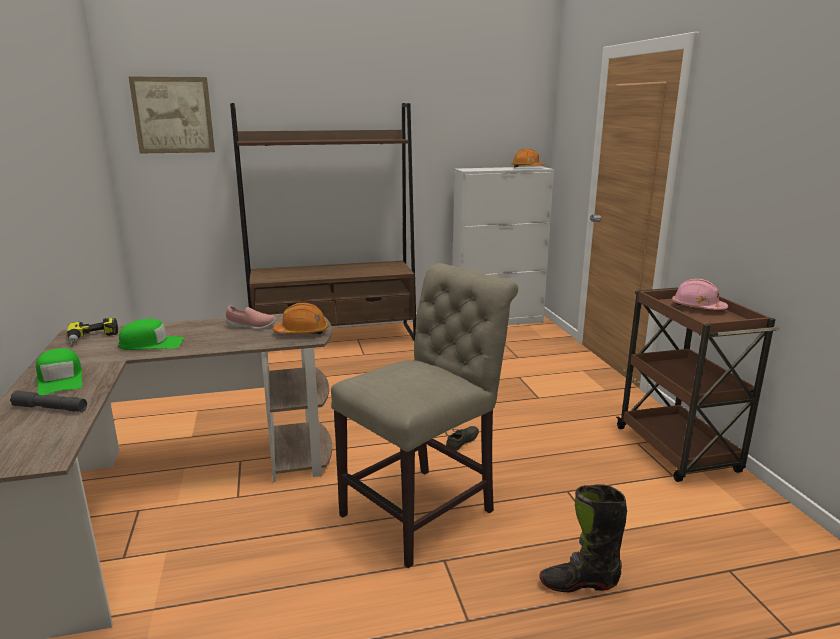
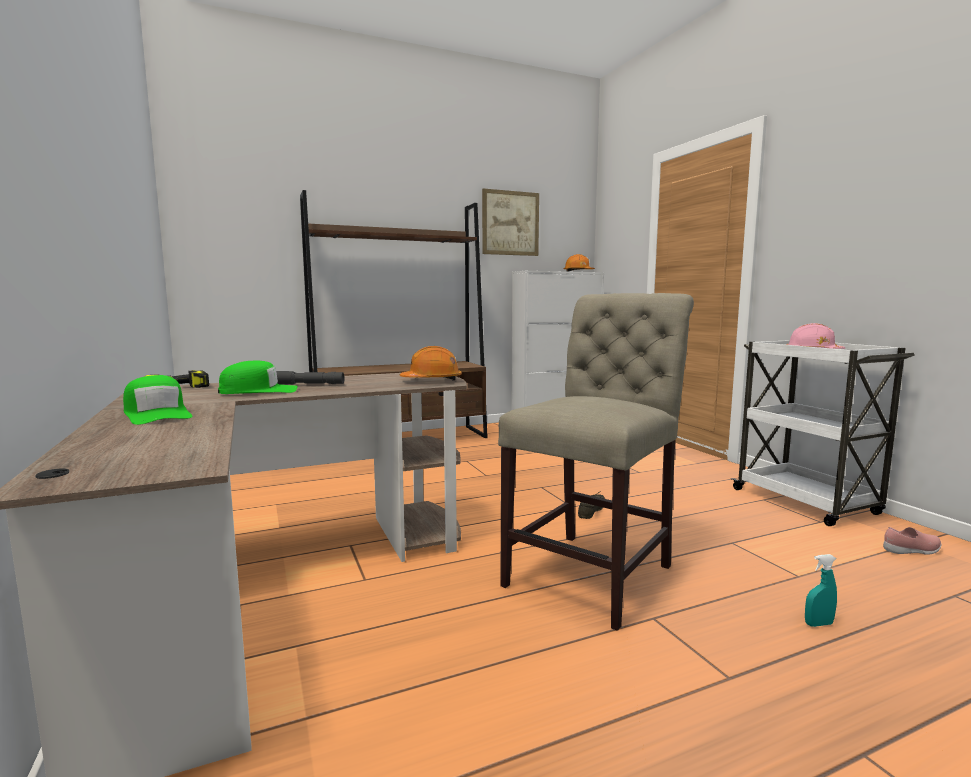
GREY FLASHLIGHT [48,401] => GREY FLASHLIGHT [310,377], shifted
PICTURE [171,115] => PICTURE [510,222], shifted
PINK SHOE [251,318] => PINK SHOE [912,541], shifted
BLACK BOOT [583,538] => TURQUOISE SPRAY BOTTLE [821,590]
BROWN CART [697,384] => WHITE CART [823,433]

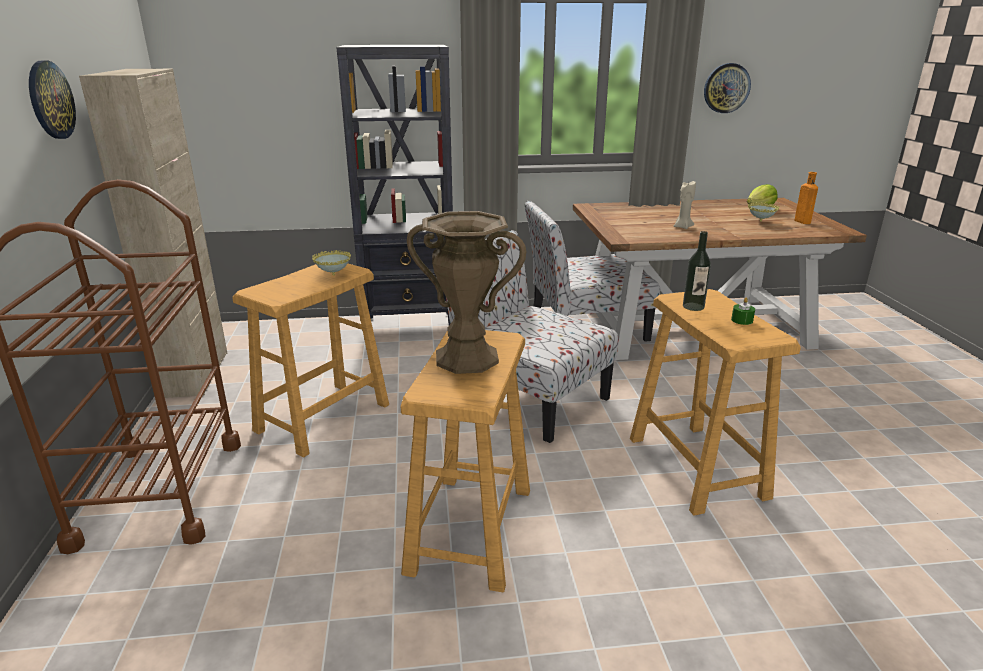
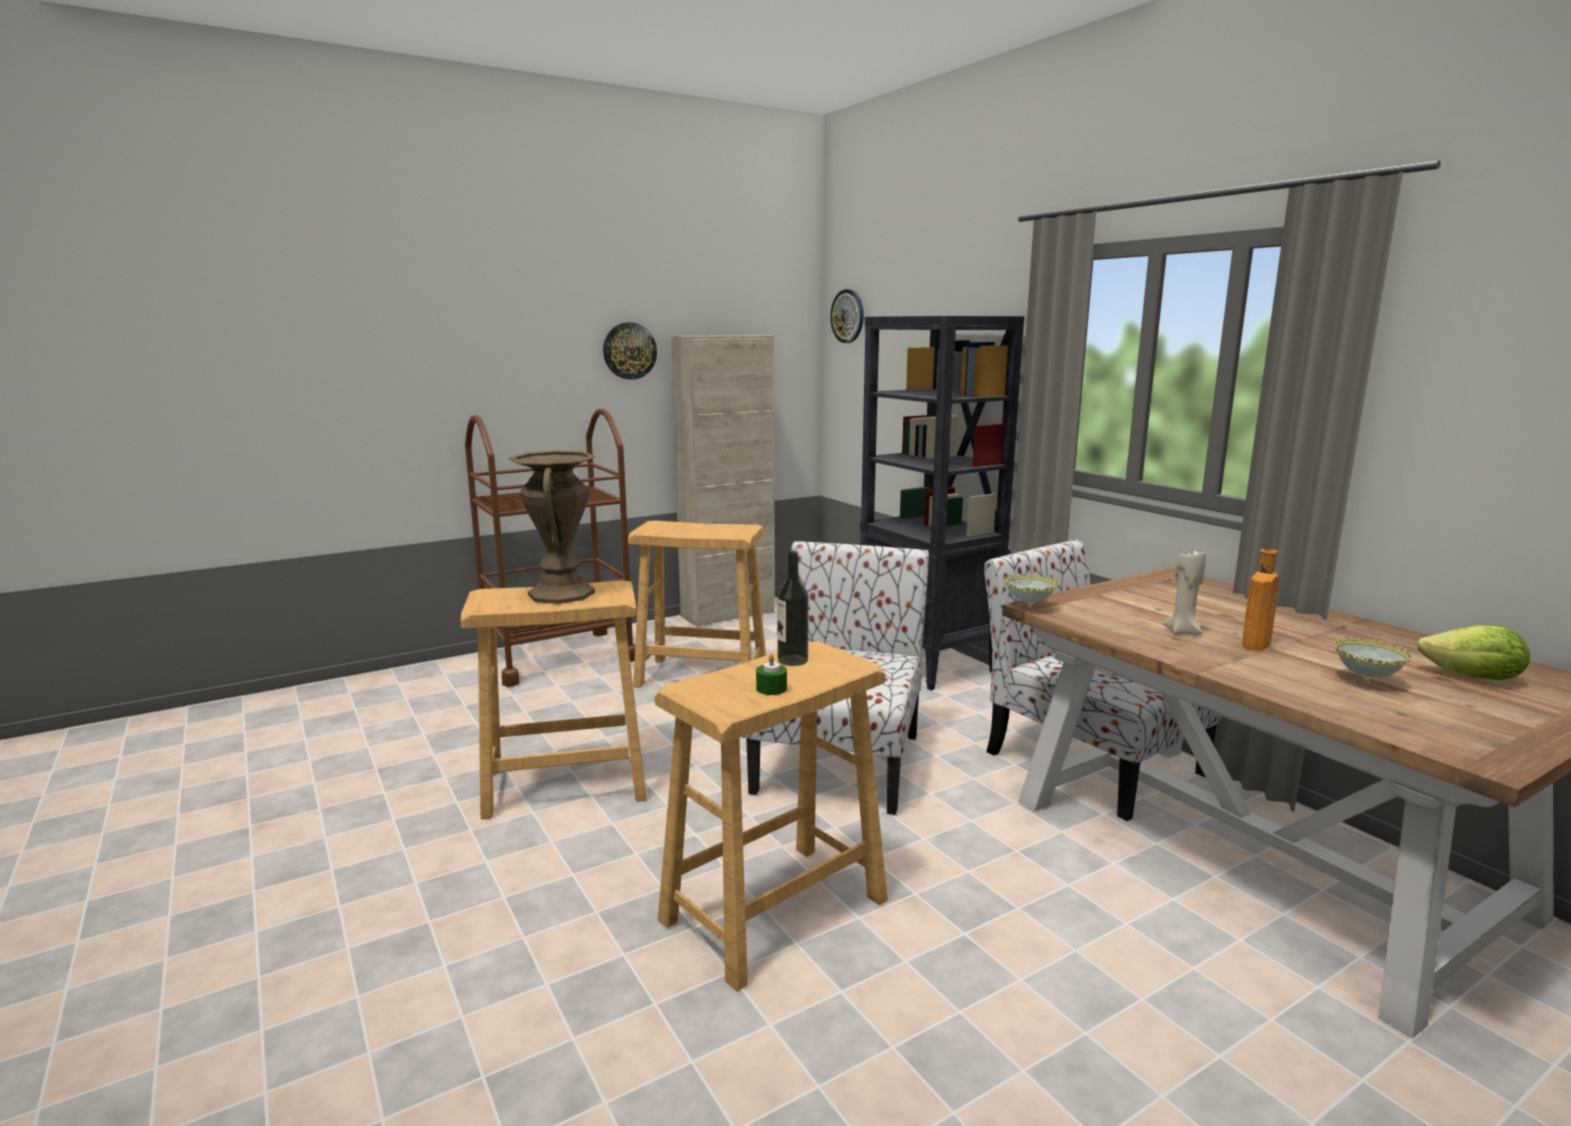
BOWL [331,263] => BOWL [1031,590], shifted
WALL CLOCK [727,88] => WALL CLOCK [847,316], shifted
ORANGE BOTTLE [806,198] => ORANGE BOTTLE [1260,599], shifted

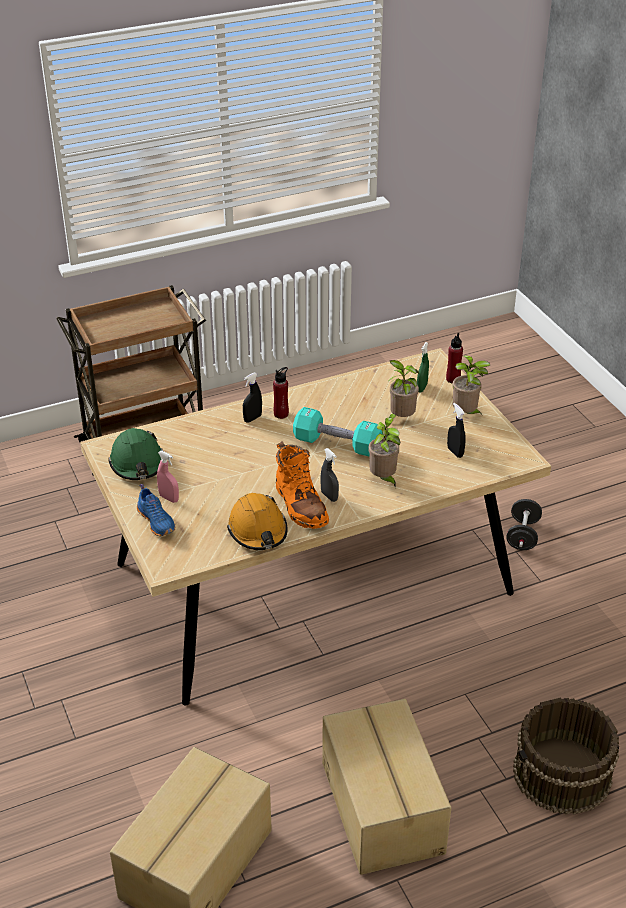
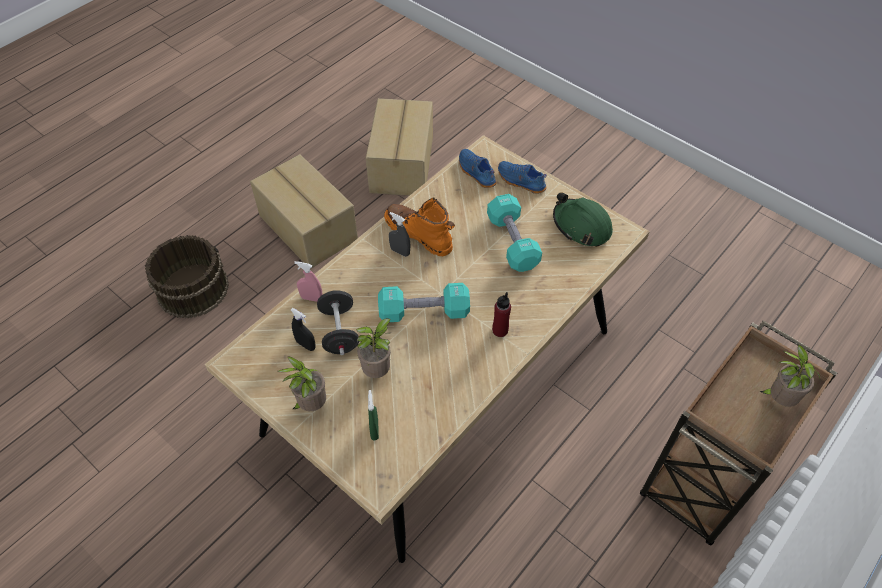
ORANGE HARD HAT [257,521] => nothing
BLACK SPRAY BOTTLE [252,397] => nothing
RED BOTTLE [454,358] => nothing
nothing => BLUE SHOE [477,168]
nothing => TURQUOISE DUMBBELL [514,233]
PINK SPRAY BOTTLE [168,477] => PINK SPRAY BOTTLE [308,281], shifted
POTTED PLANT [384,453] => POTTED PLANT [790,375], shifted
BLACK DUMBBELL [524,524] => BLACK DUMBBELL [338,322], shifted

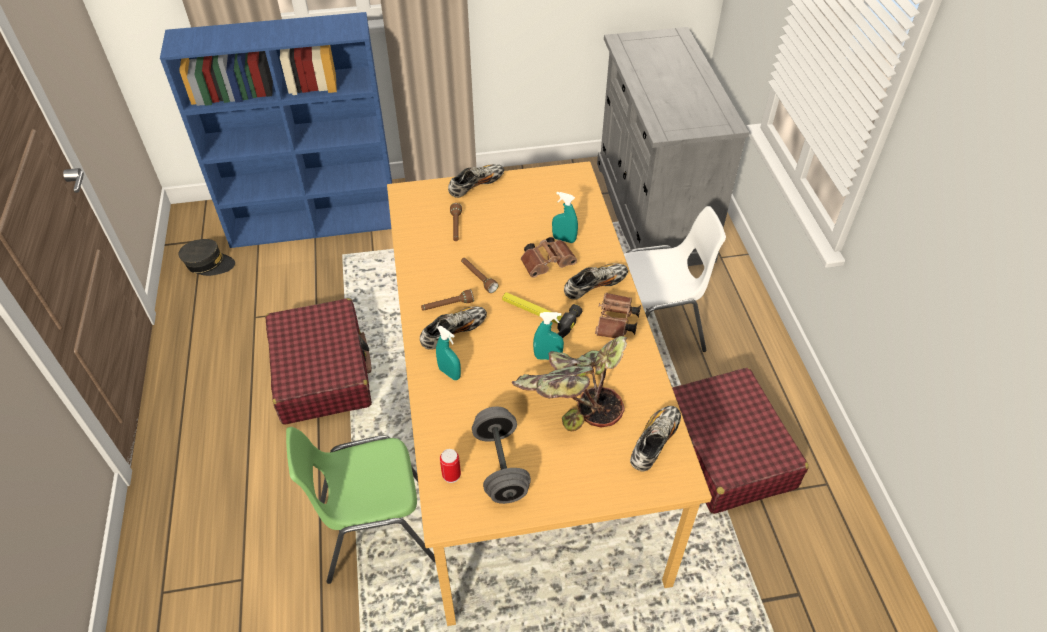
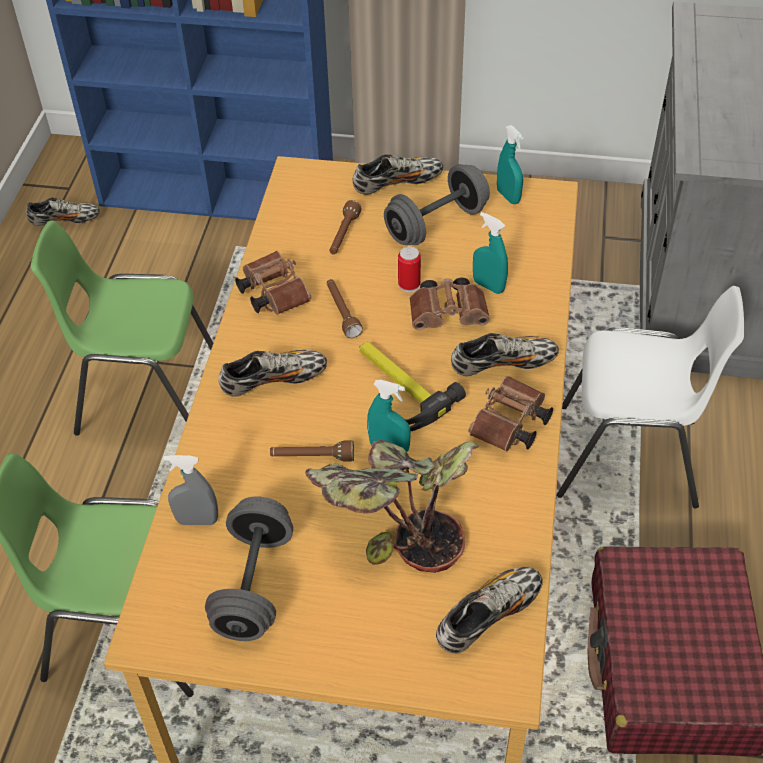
nothing => GREY SPRAY BOTTLE [190,490]
nothing => BROWN BINOCULARS [273,283]
nothing => GREY DUMBBELL [437,204]
BROWN FLASHLIGHT [447,300] => BROWN FLASHLIGHT [312,451], shifted
TURQUOISE SPRAY BOTTLE [448,353] => TURQUOISE SPRAY BOTTLE [510,164], shifted
CAN [450,466] => CAN [409,269], shifted
GREY CAP [207,257] => SHOE [63,212]
RED SUITCASE [318,361] => GREEN CHAIR [122,328]

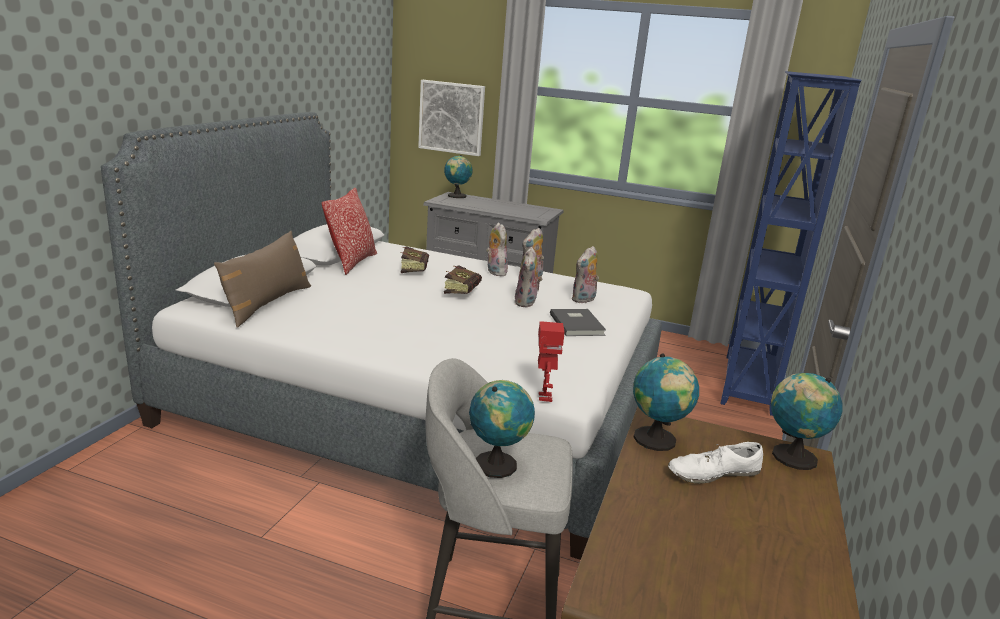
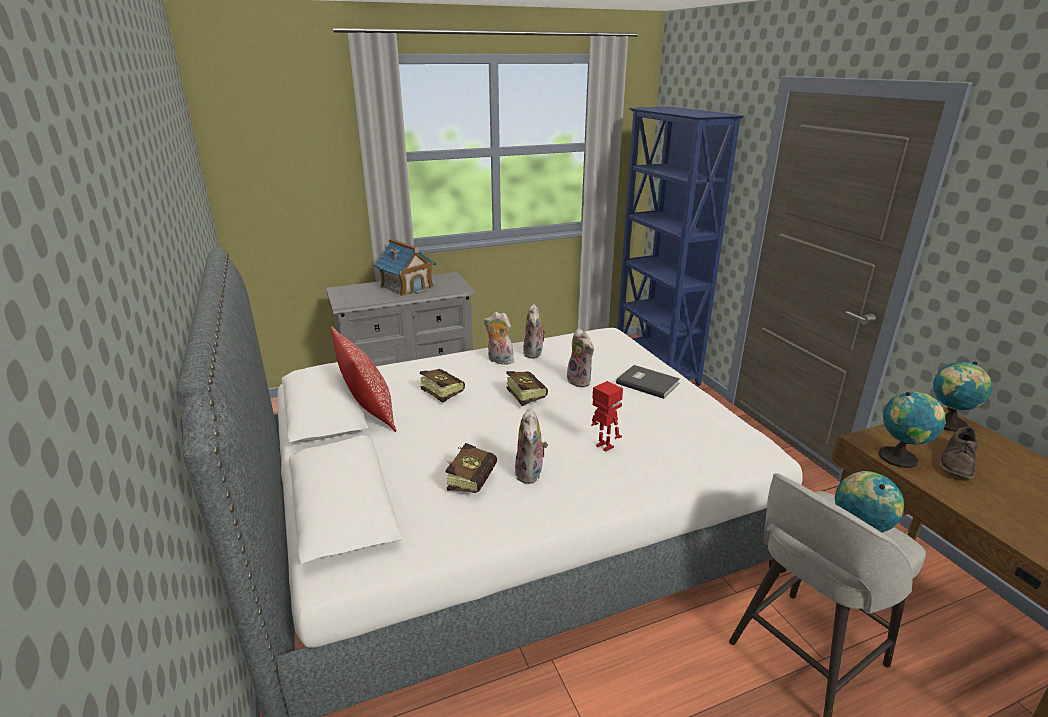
BROWN PILLOW [262,279] => nothing
PICTURE [451,118] => nothing
GLOBE [458,176] => nothing
nothing => TOY HOUSE [404,267]
nothing => BOOK [471,468]
TOY ROBOT [551,361] => TOY ROBOT [607,416], shifted
PLUSH TOY [585,274] => PLUSH TOY [531,446], shifted
WHITE SHOE [715,463] => BROWN SHOE [959,453]

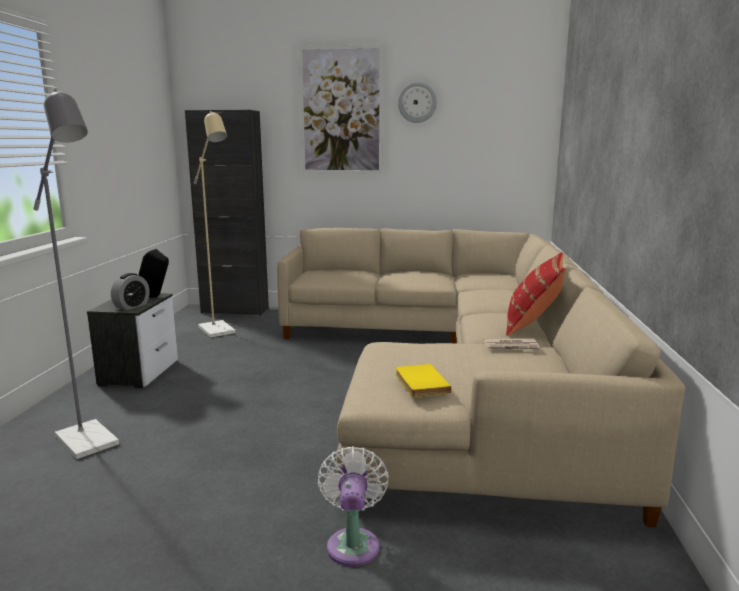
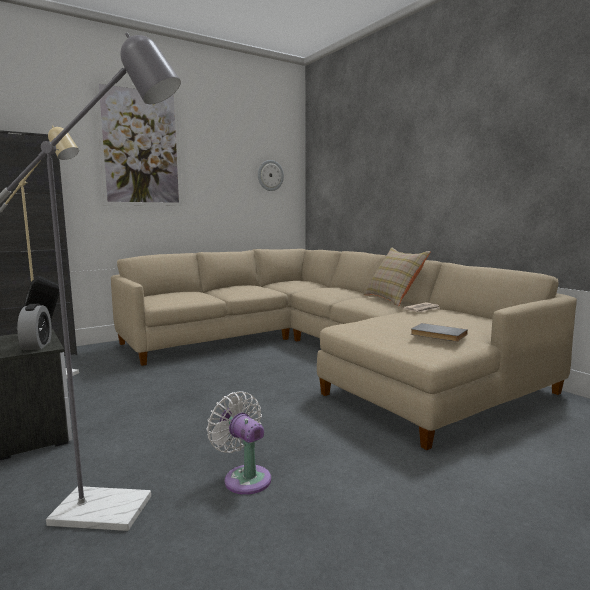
WHITE FAN [353,506] => WHITE FAN [239,443], shifted
WALL CLOCK [417,102] => WALL CLOCK [271,175], shifted
YELLOW BOOK [424,380] => GREY BOOK [439,332]
RED PILLOW [536,294] => BEIGE PILLOW [397,277]

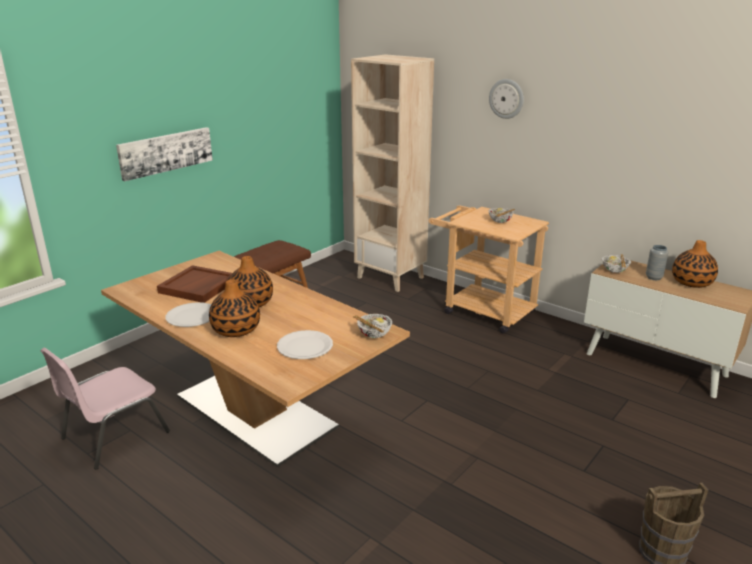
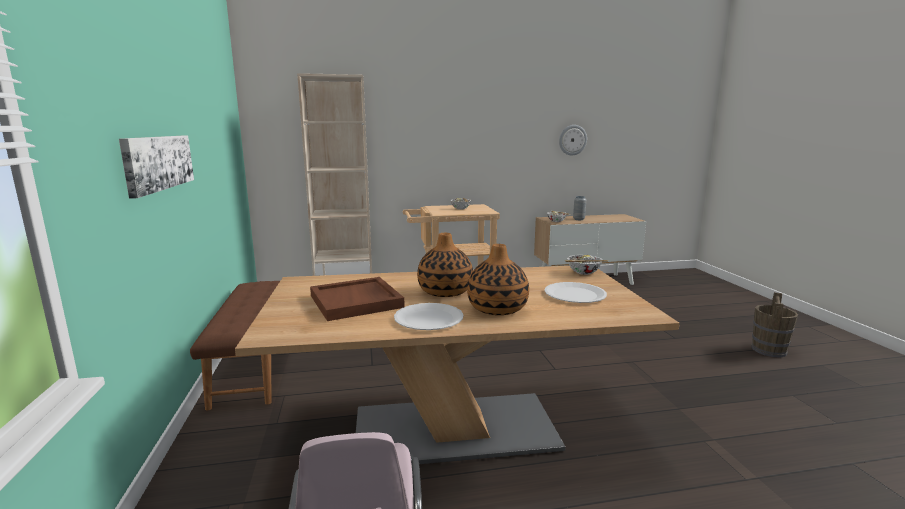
VASE [695,264] => nothing
WALL CLOCK [506,99] => WALL CLOCK [573,140], shifted

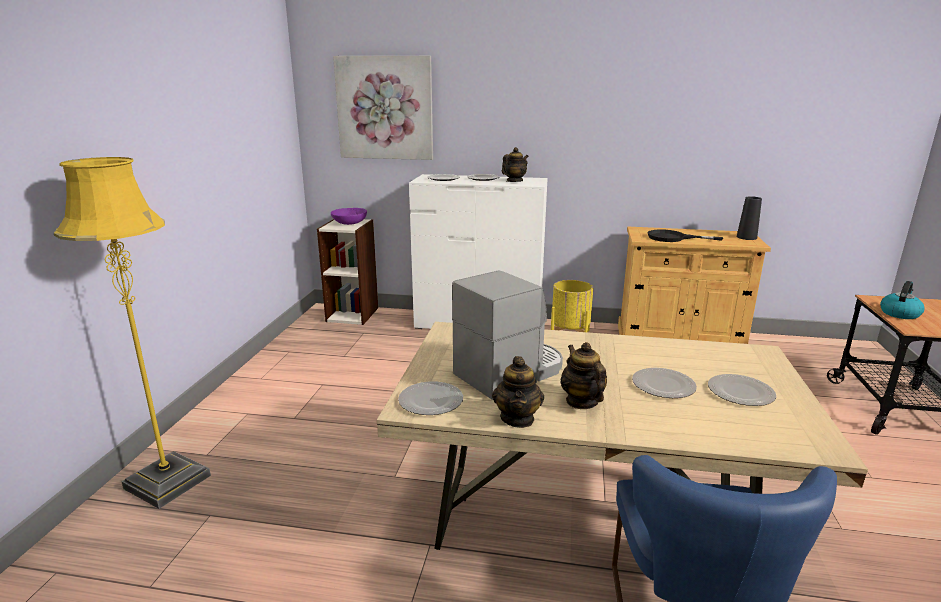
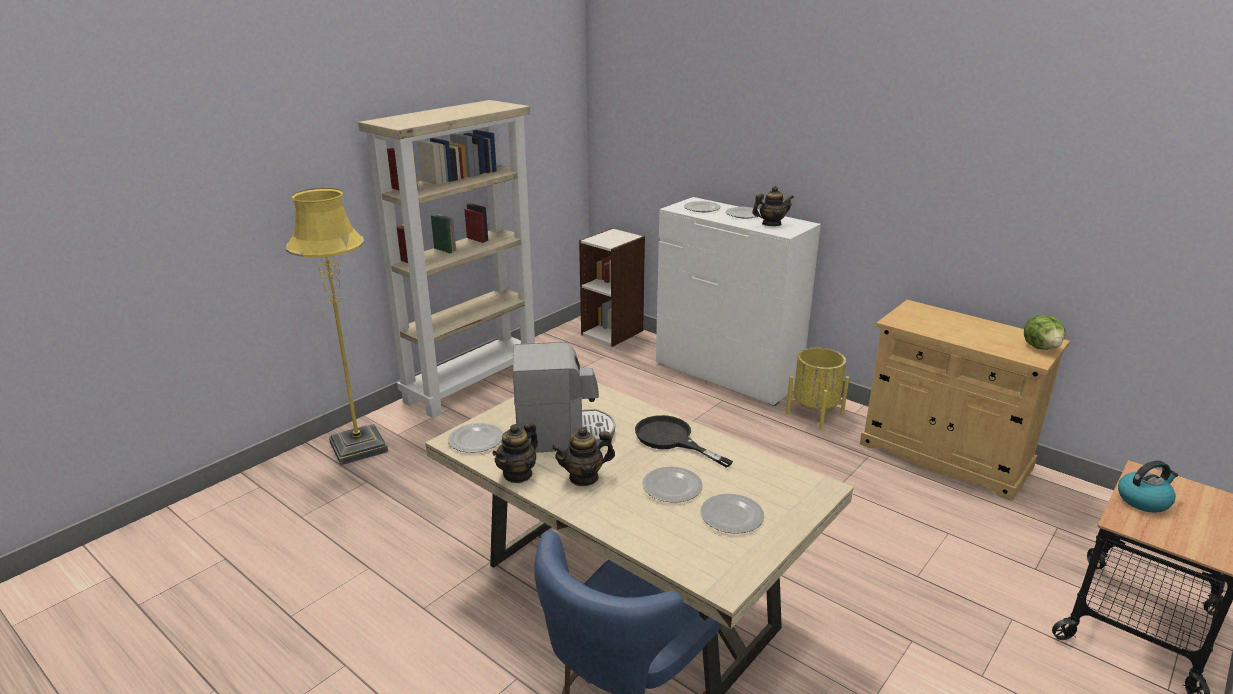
PURPLE BOWL [349,216] => nothing
PICTURE [383,108] => nothing
nothing => BEIGE BOOKCASE [446,259]
BLACK FRYING PAN [685,235] => BLACK FRYING PAN [684,441], shifted
BLACK VASE [749,218] => LETTUCE [1044,332]
TEAPOT [583,375] => TEAPOT [583,456], 120 degrees counterclockwise

